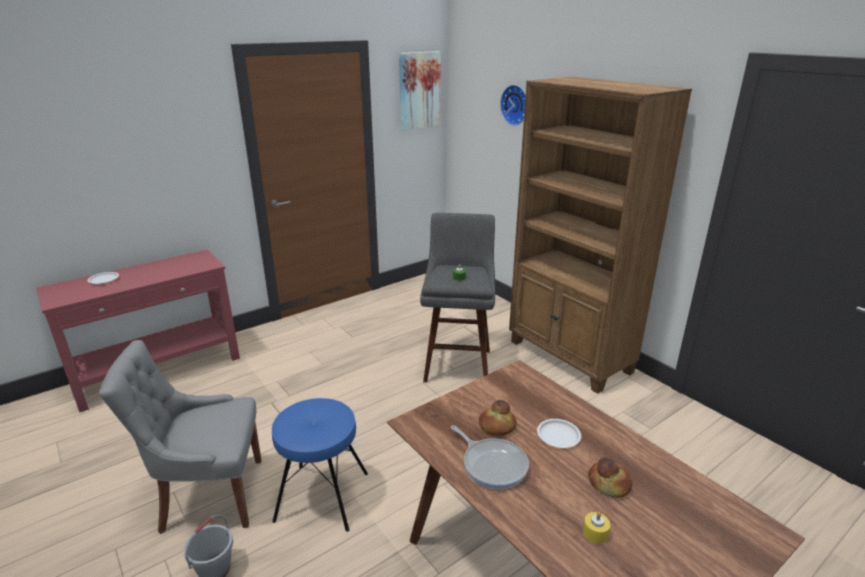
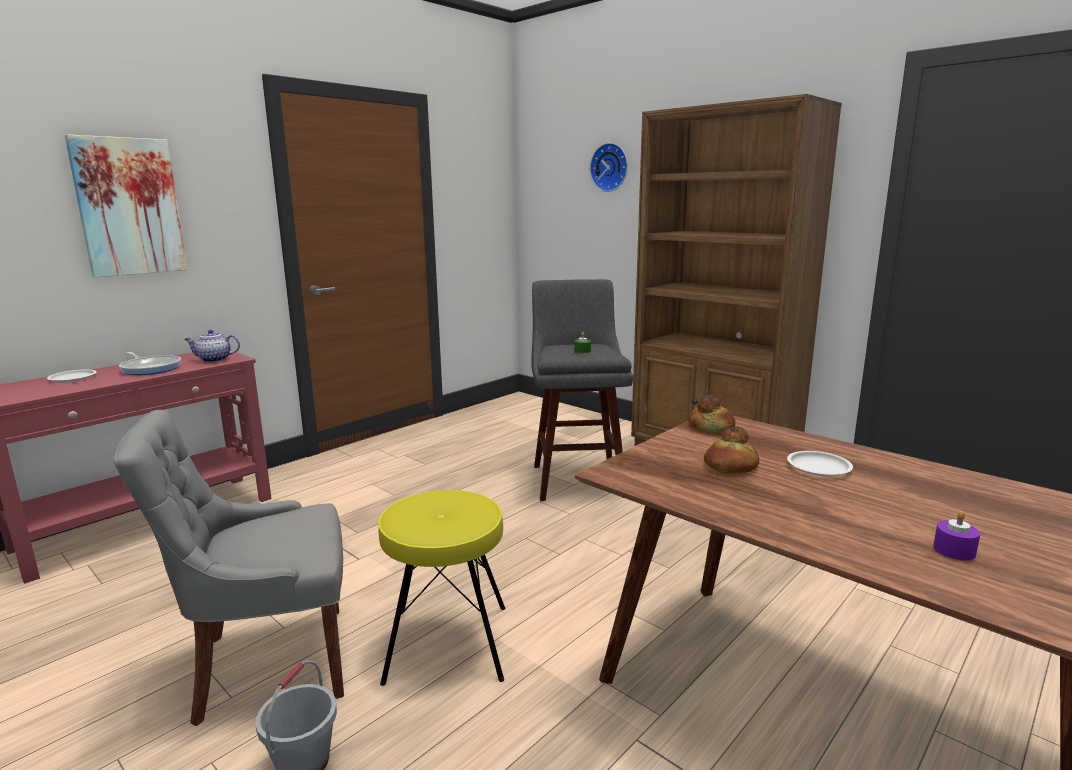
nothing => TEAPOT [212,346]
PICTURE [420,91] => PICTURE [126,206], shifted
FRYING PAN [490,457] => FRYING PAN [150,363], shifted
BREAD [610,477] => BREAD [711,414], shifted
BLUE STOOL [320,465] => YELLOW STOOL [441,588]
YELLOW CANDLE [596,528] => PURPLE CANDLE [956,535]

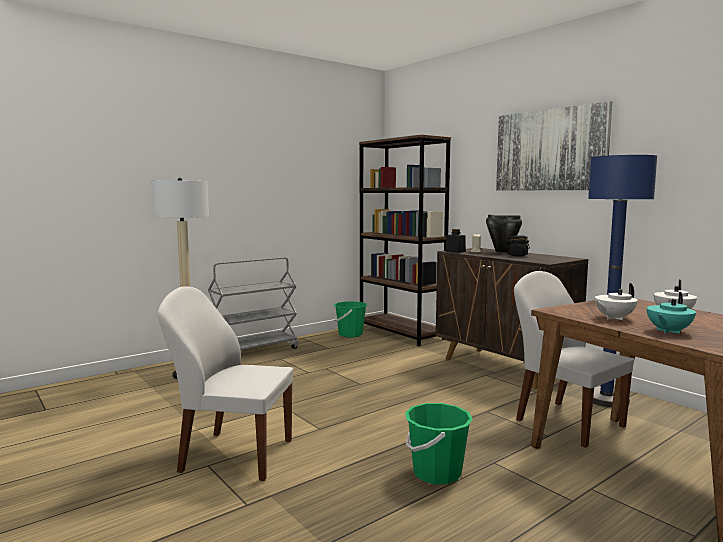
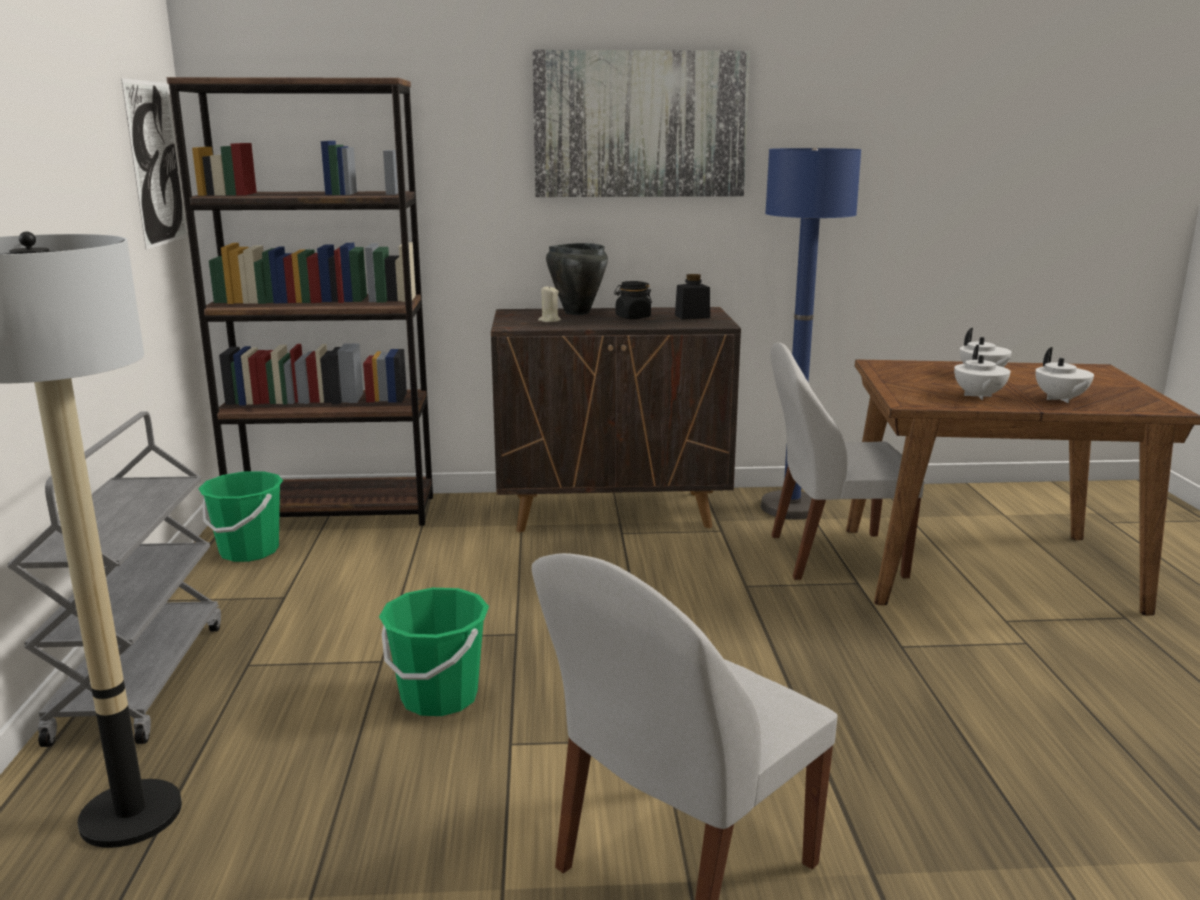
nothing => PICTURE [154,164]
GREEN BUCKET [439,443] => GREEN BUCKET [434,652], shifted
BLACK JAR [455,241] => BLACK JAR [692,297], shifted
TURQUOISE TEAPOT [671,313] => WHITE TEAPOT [1064,375]

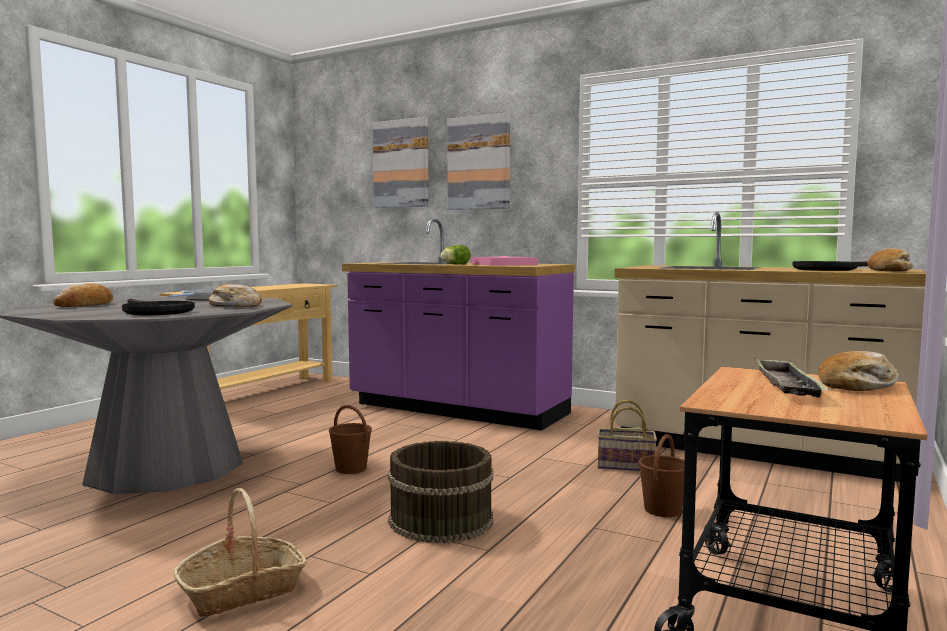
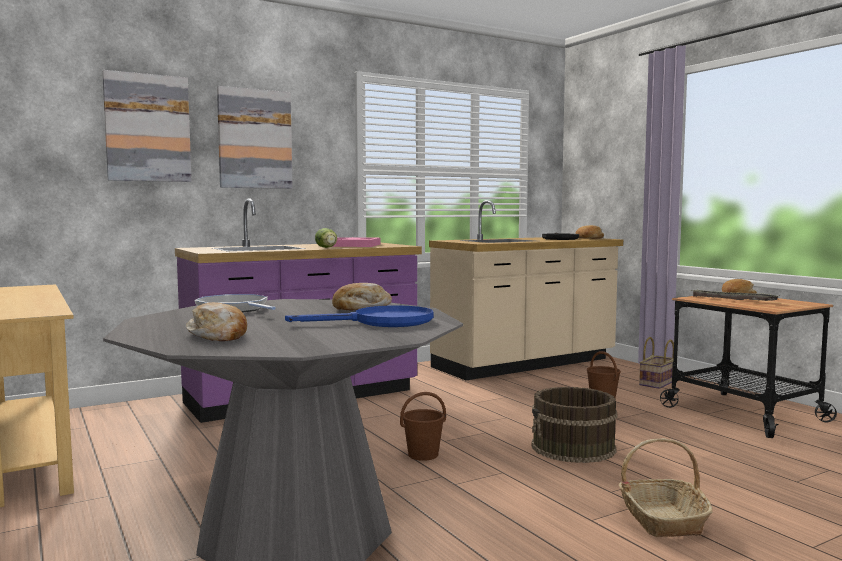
BASKET [627,435] => BASKET [656,363], shifted
BLACK FRYING PAN [158,307] => BLUE FRYING PAN [359,316]

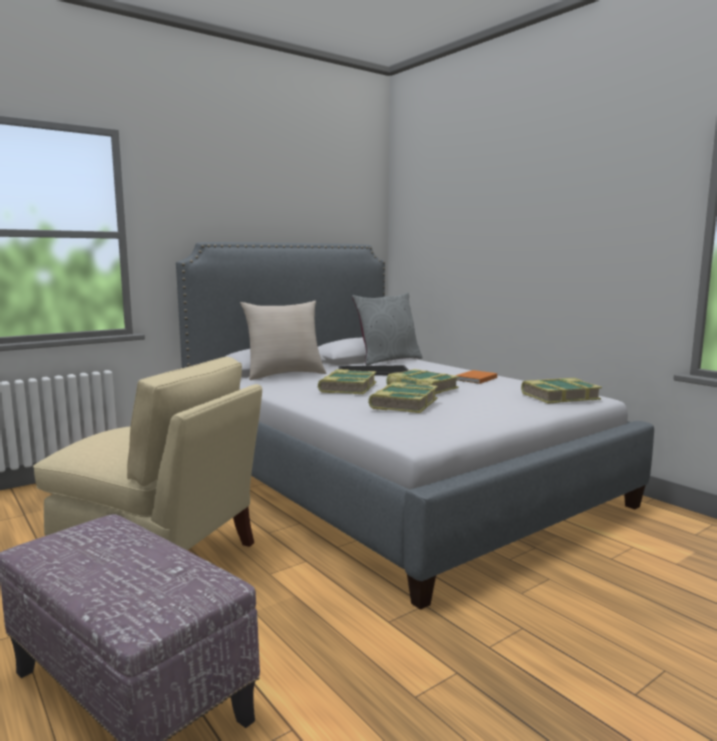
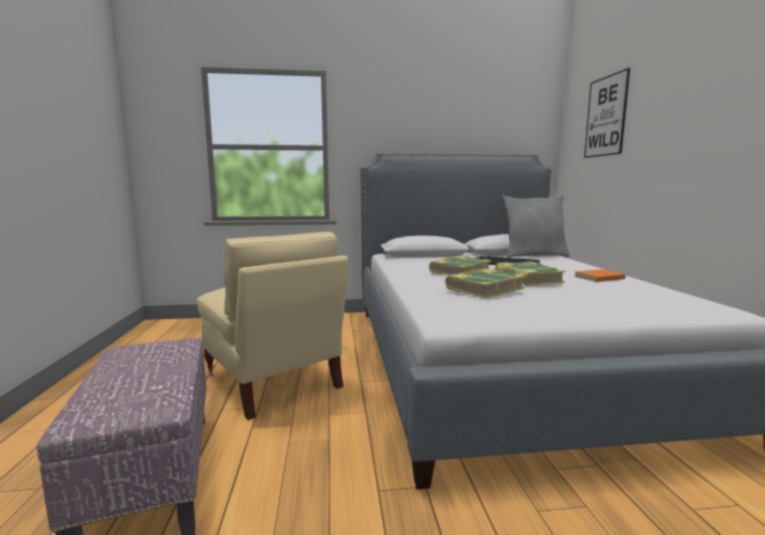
BEIGE PILLOW [283,340] => nothing
BOOK [561,391] => nothing
nothing => PICTURE [607,113]

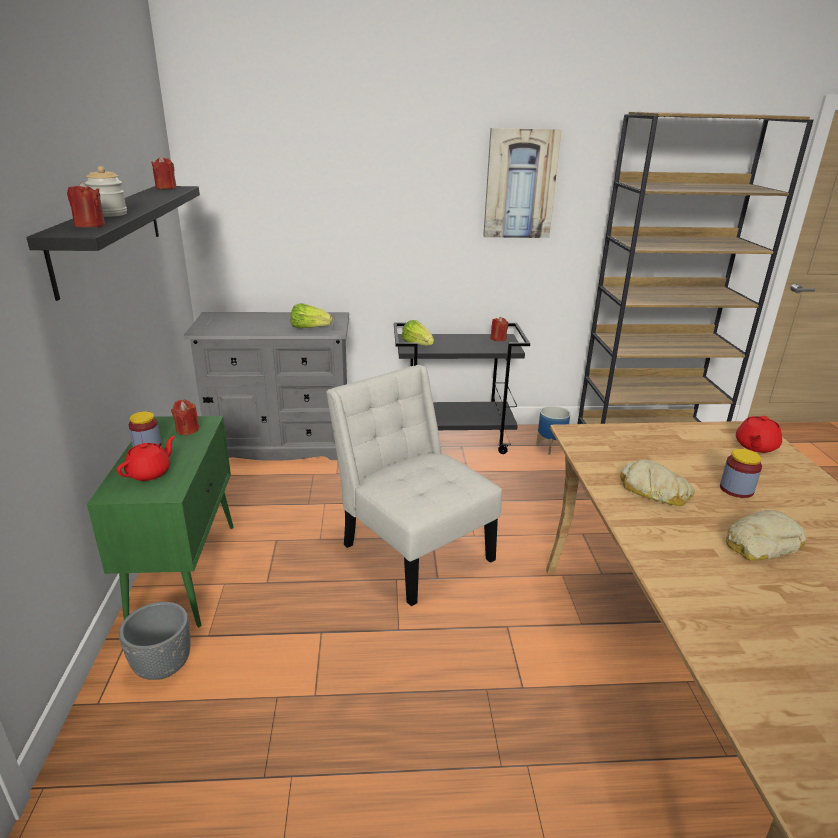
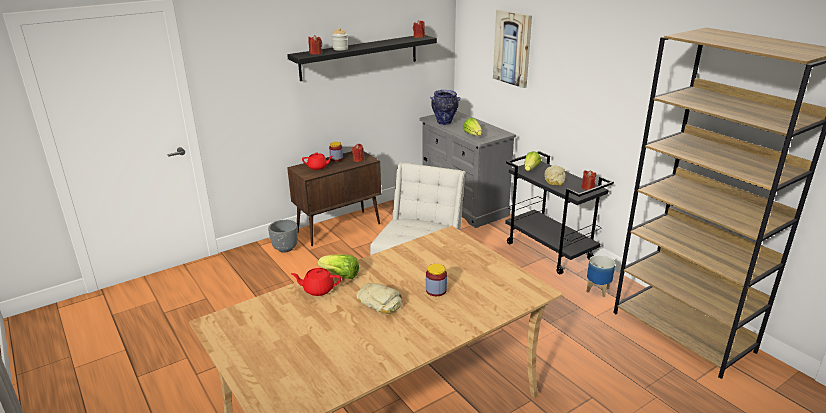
nothing => LETTUCE [338,266]
nothing => VASE [445,107]
PICTURE [522,183] => PICTURE [512,49], shifted
BREAD [657,482] => BREAD [555,176], shifted
RED TEAPOT [759,434] => RED TEAPOT [316,282], shifted
GREEN CABINET [160,521] => BROWN CABINET [334,198]

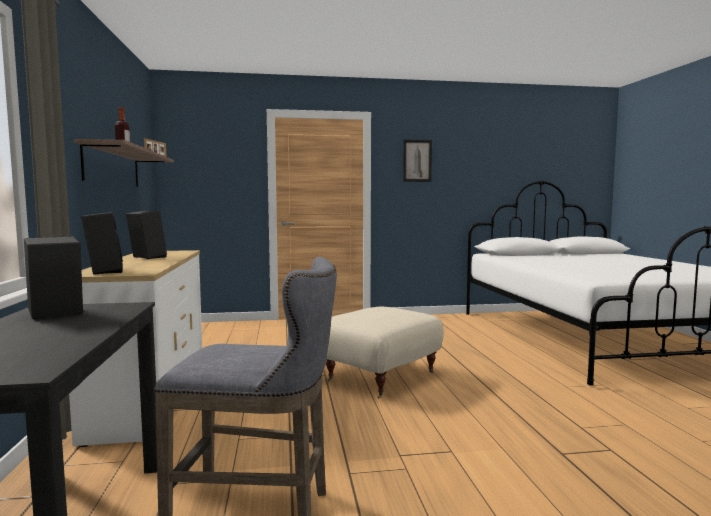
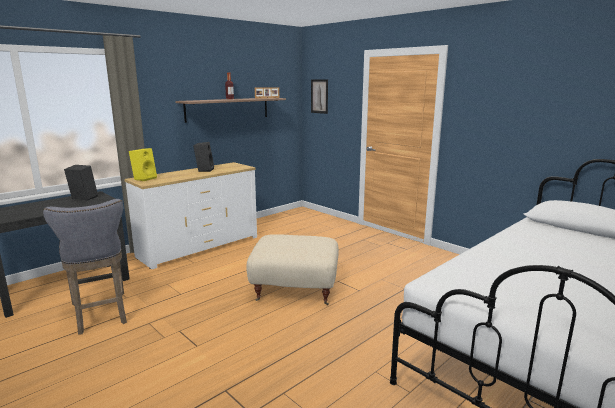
PICTURE [417,161] => PICTURE [319,96], shifted
BLACK SPEAKER [102,243] => YELLOW SPEAKER [143,164]

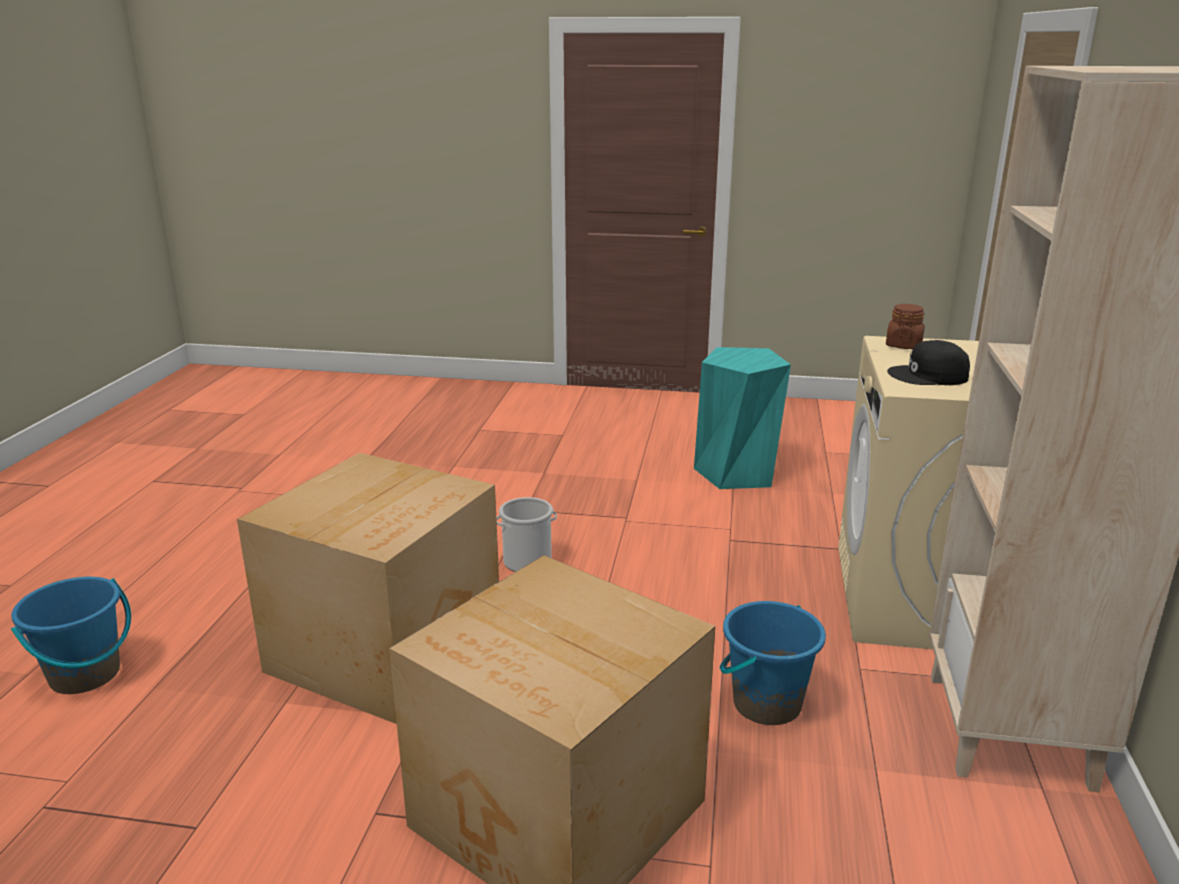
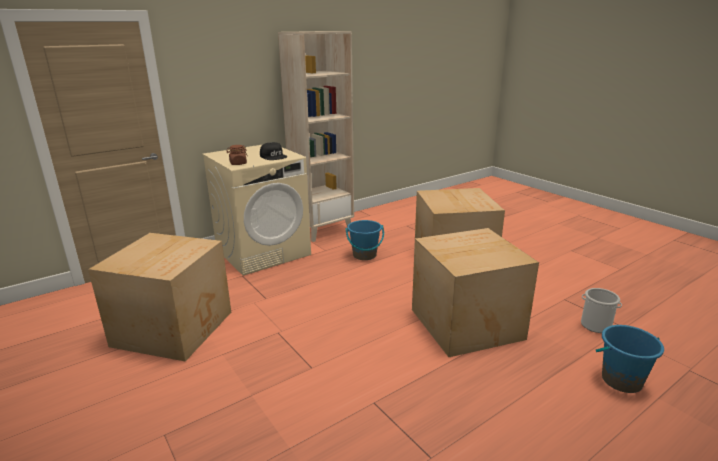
BUCKET [526,534] => BUCKET [601,310], shifted
TURQUOISE STOOL [742,418] => CARDBOARD BOX [159,297]

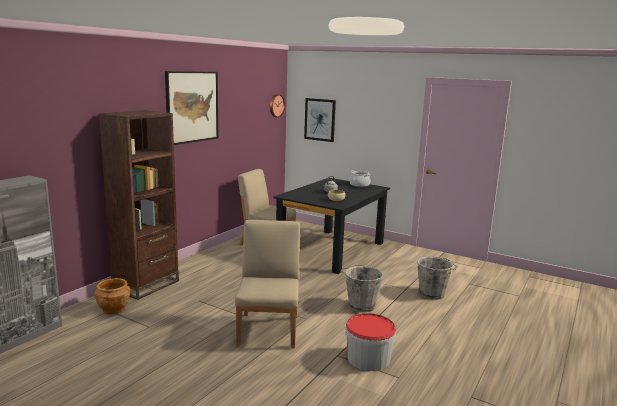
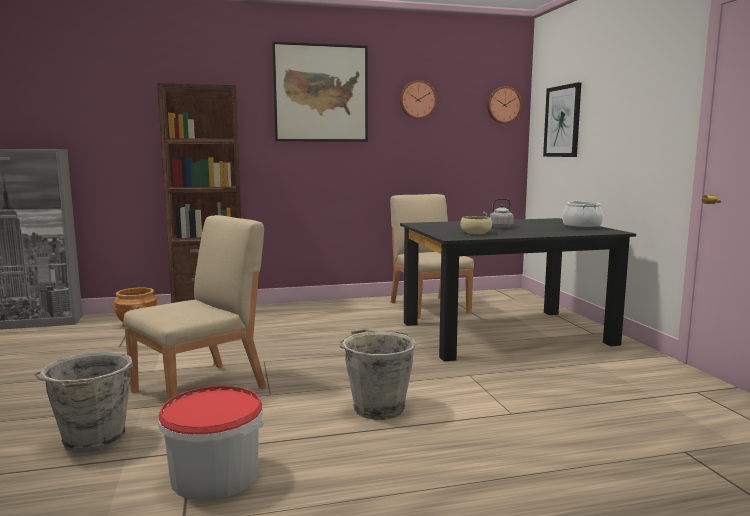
nothing => WALL CLOCK [418,99]
GREY BUCKET [437,278] => GREY BUCKET [83,402], shifted

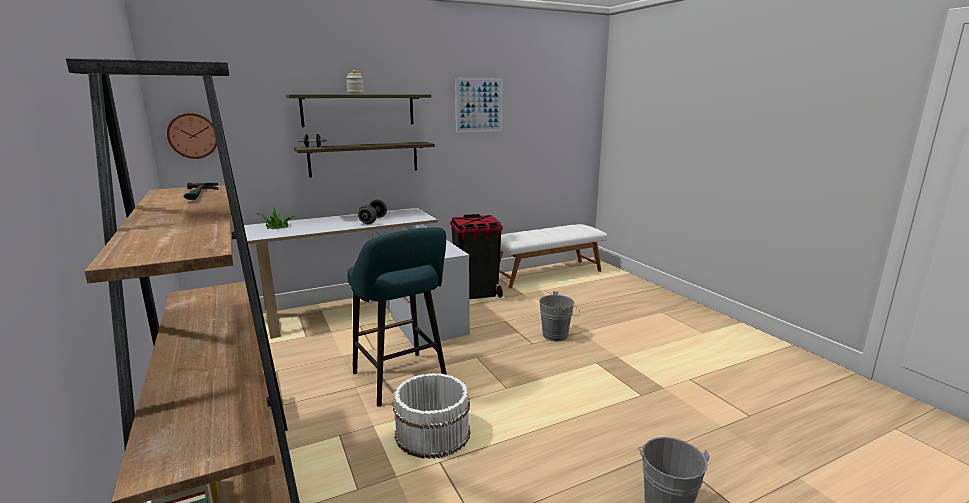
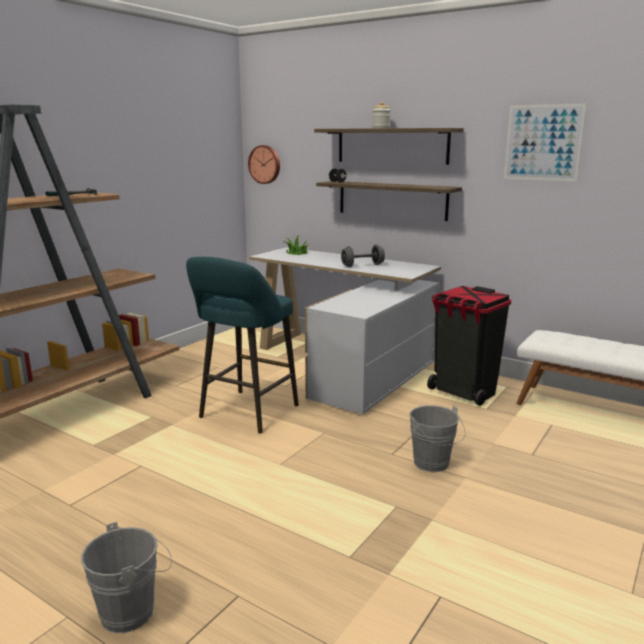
WHITE BUCKET [431,416] => nothing

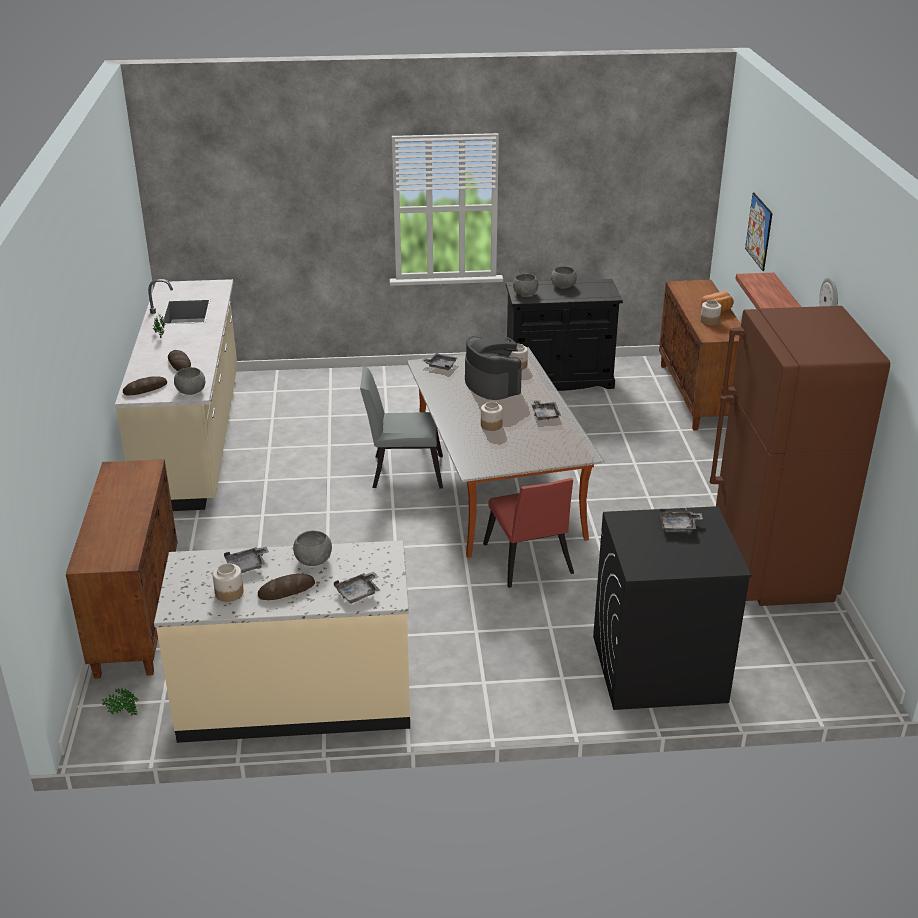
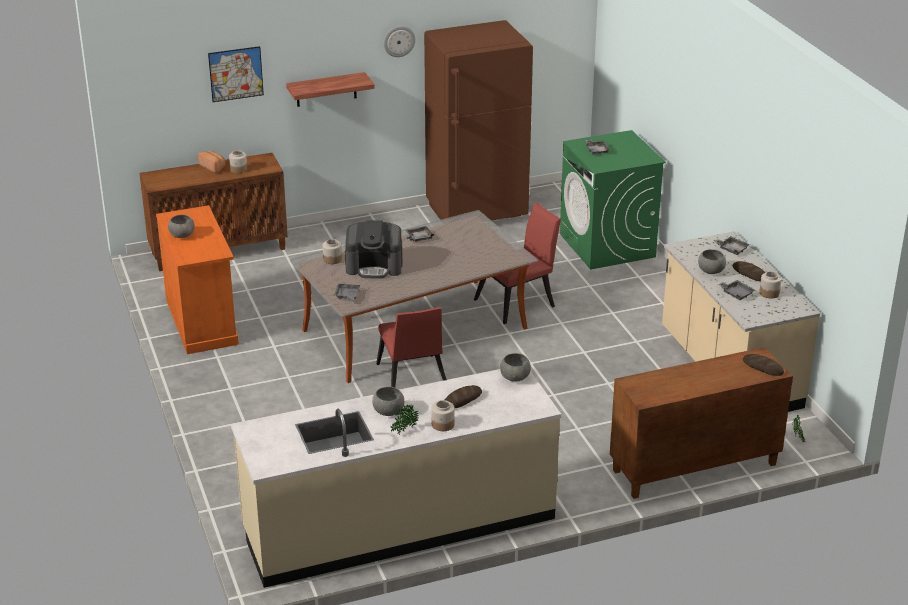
BREAD [145,385] => BREAD [763,365], shifted
JAR [492,416] => JAR [443,415], shifted
GREY BOWL [525,285] => GREY BOWL [388,401], shifted
GREY CHAIR [401,427] => RED CHAIR [411,347]
BLACK CABINET [564,335] => ORANGE CABINET [197,279]
BLACK WASHING MACHINE [672,608] => GREEN WASHING MACHINE [613,199]
COFFEE MACHINE [493,368] => COFFEE MACHINE [374,249], 135 degrees counterclockwise

